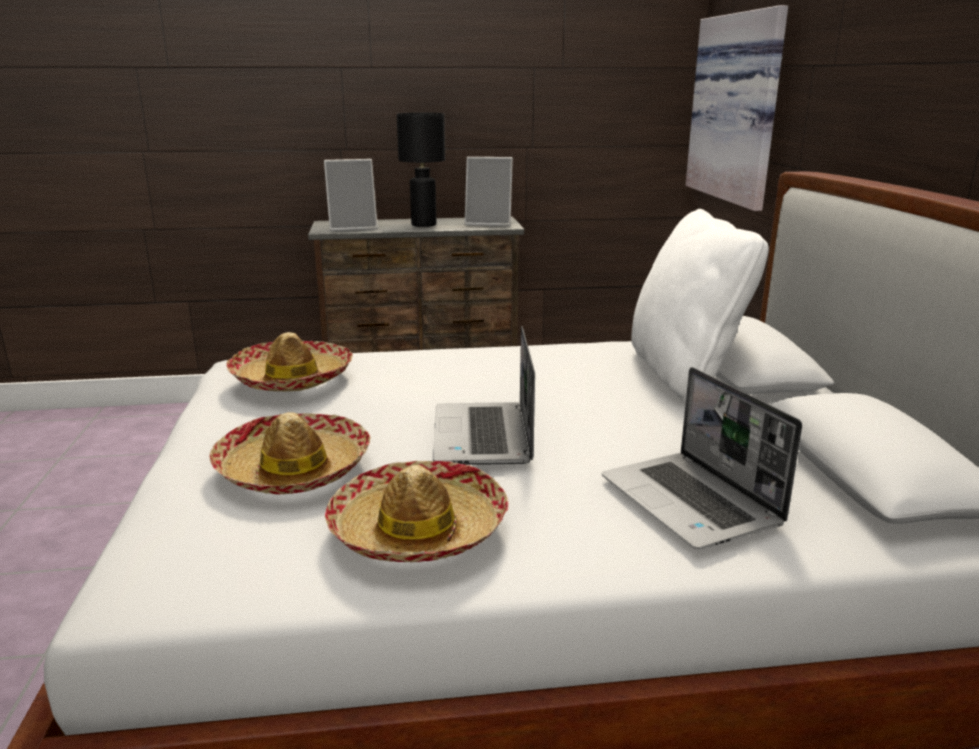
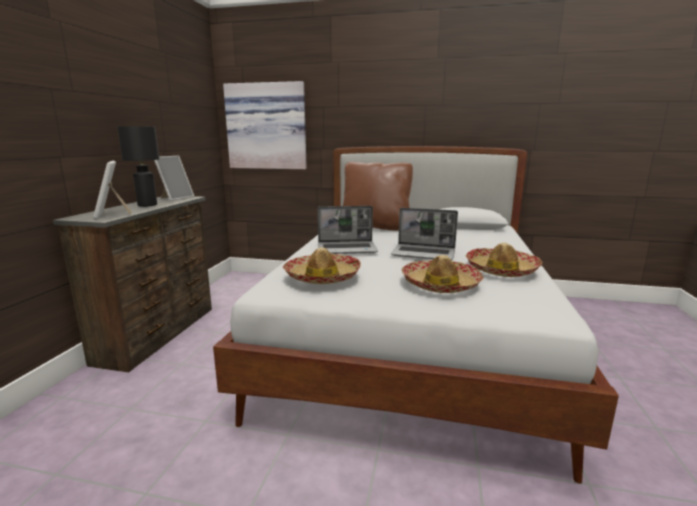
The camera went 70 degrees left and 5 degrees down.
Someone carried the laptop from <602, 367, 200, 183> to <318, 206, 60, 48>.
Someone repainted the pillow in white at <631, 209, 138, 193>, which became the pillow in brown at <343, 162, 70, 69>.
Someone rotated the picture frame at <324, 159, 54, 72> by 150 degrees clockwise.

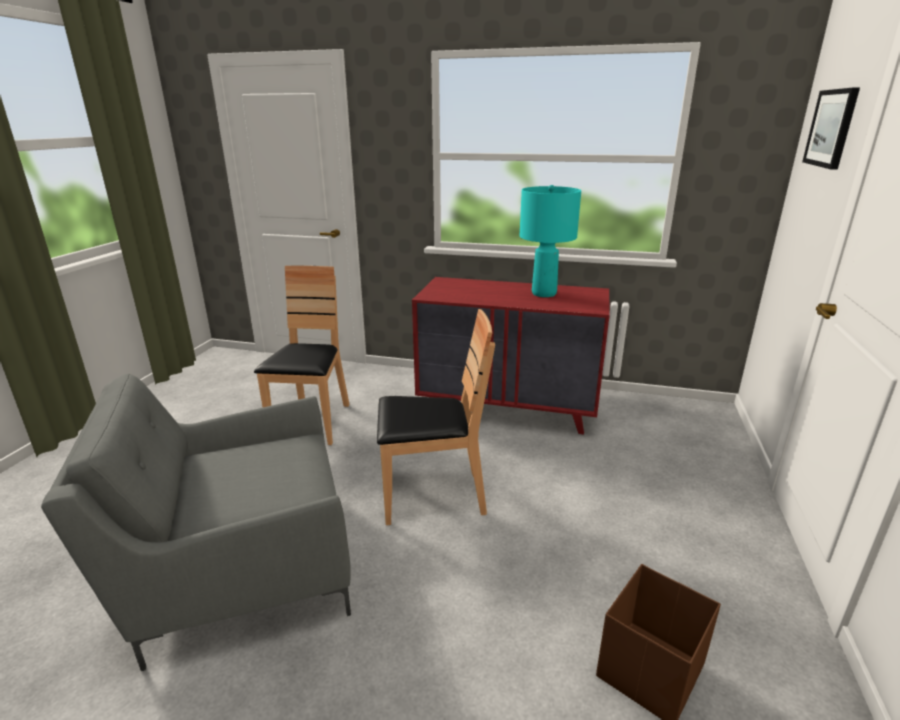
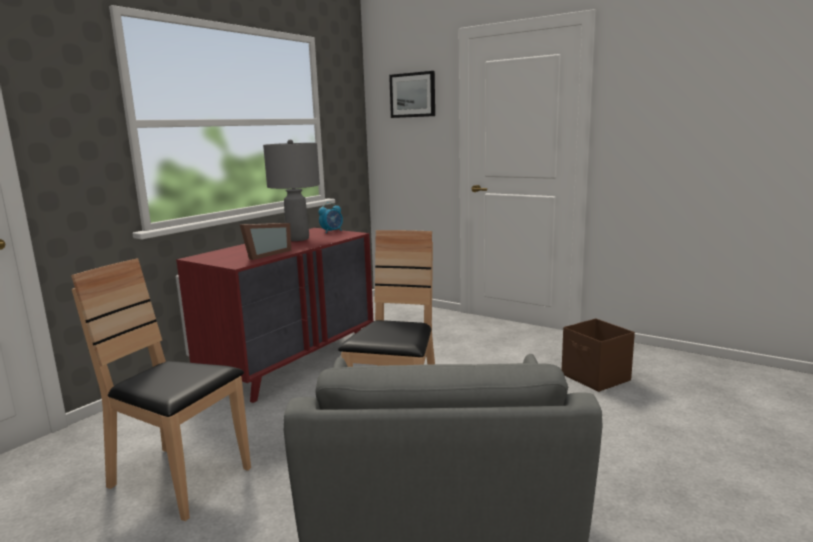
The camera went 70 degrees left and 10 degrees down.
Someone put down the picture frame at <240, 223, 51, 37>.
Someone put down the alarm clock at <319, 202, 24, 31>.
Someone repainted the table lamp in turquoise at <519, 185, 62, 112>, which became the table lamp in grey at <263, 139, 57, 102>.

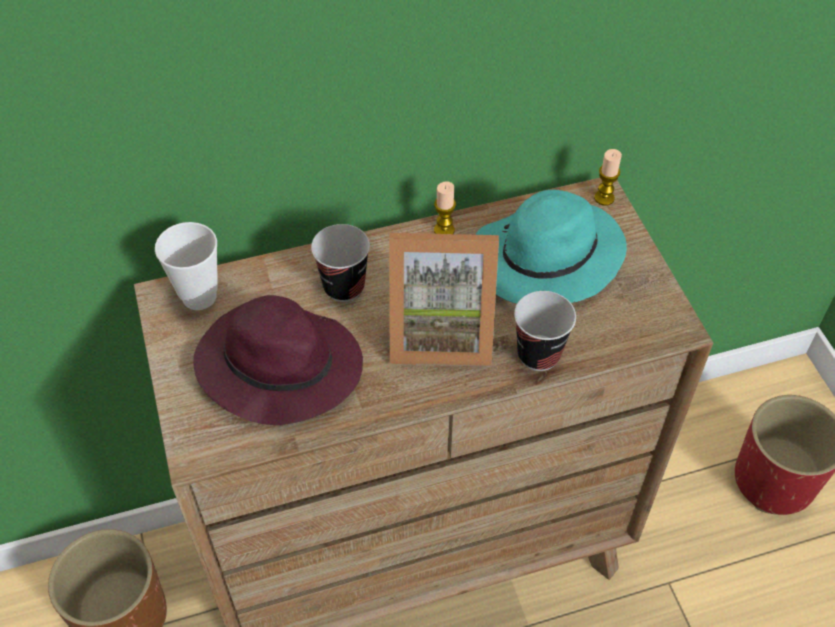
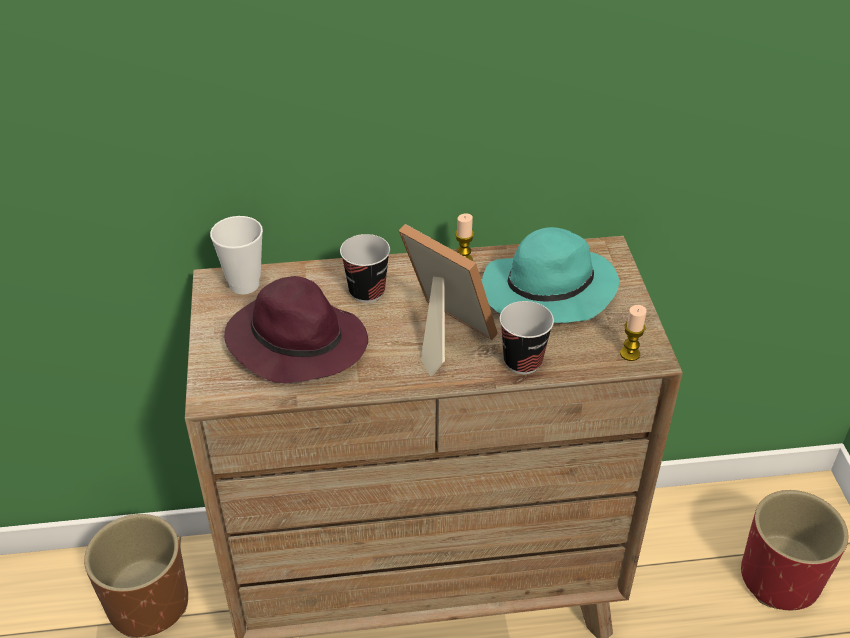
The camera went 10 degrees right and 10 degrees down.
Someone carried the candle from <594, 149, 28, 57> to <620, 305, 27, 56>.
Someone rotated the picture frame at <389, 233, 110, 133> by 150 degrees counterclockwise.

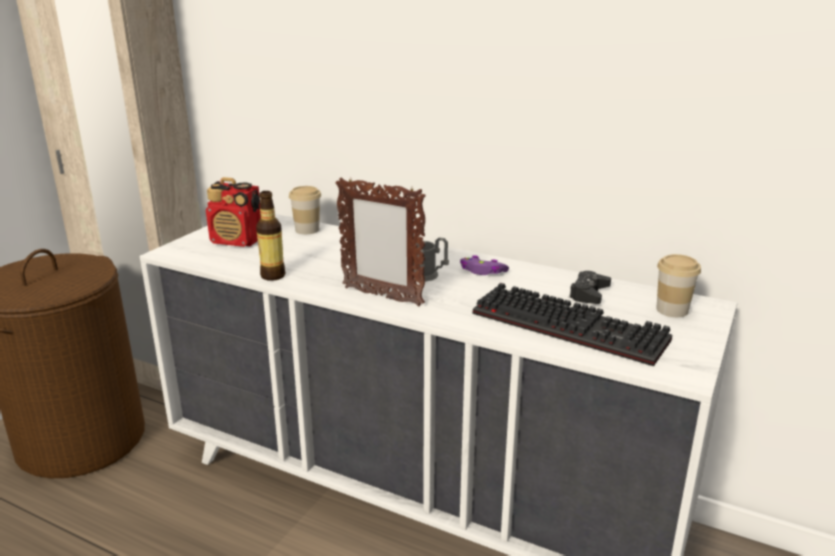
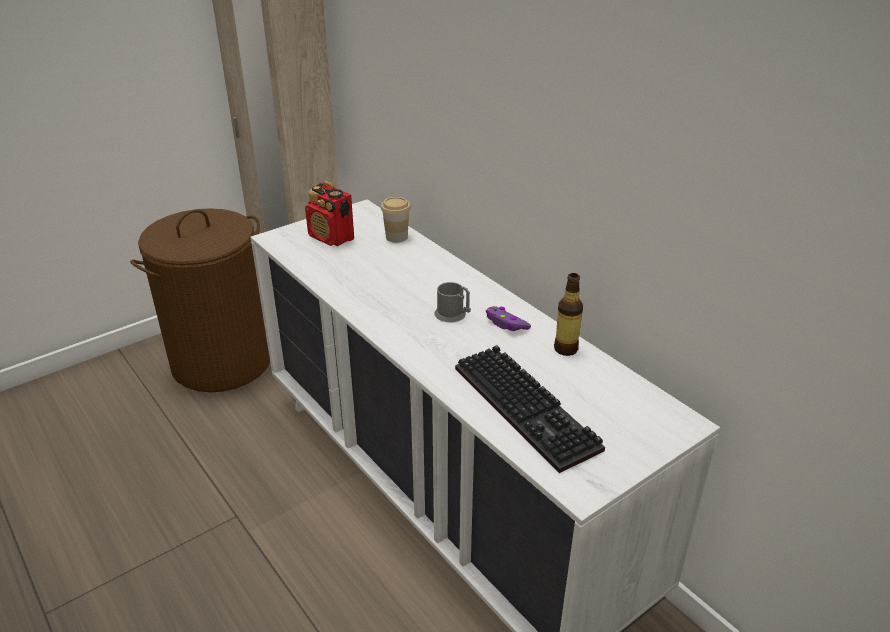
The camera went 25 degrees right and 10 degrees up.
Someone took away the picture frame at <335, 177, 91, 130>.
Someone took away the game controller in black at <569, 271, 42, 33>.
Someone took away the cup at <656, 254, 45, 63>.
Someone carried the bottle from <256, 191, 30, 90> to <554, 273, 29, 83>.

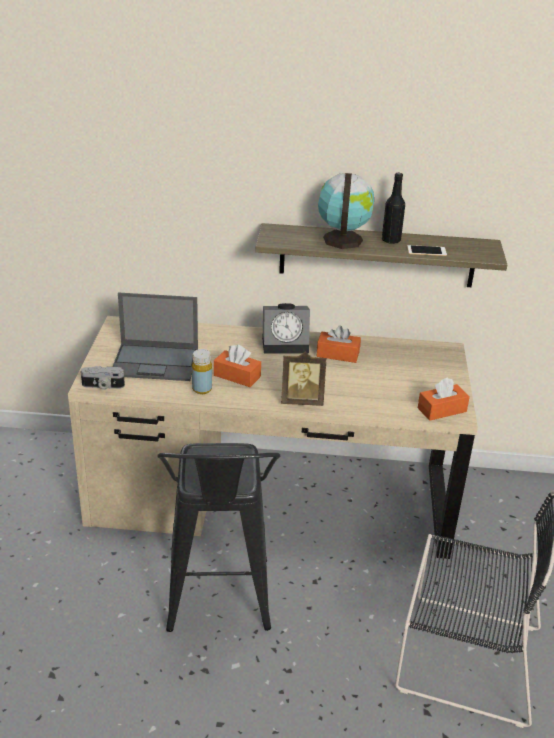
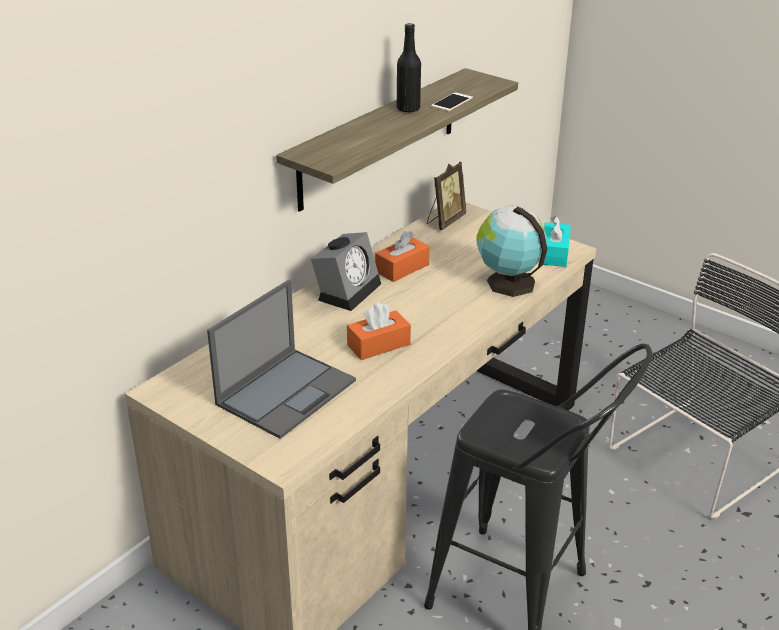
The camera went 55 degrees left and 0 degrees up.
Someone took away the photo camera at <81, 366, 44, 24>.
Someone took away the bottle in yellow at <192, 349, 20, 45>.
Someone carried the picture frame from <281, 351, 46, 55> to <427, 162, 39, 68>.
Someone carried the globe from <318, 173, 56, 76> to <477, 206, 71, 91>.
Someone repainted the tissue box in orange at <418, 377, 52, 44>, which became the tissue box in turquoise at <543, 216, 28, 51>.

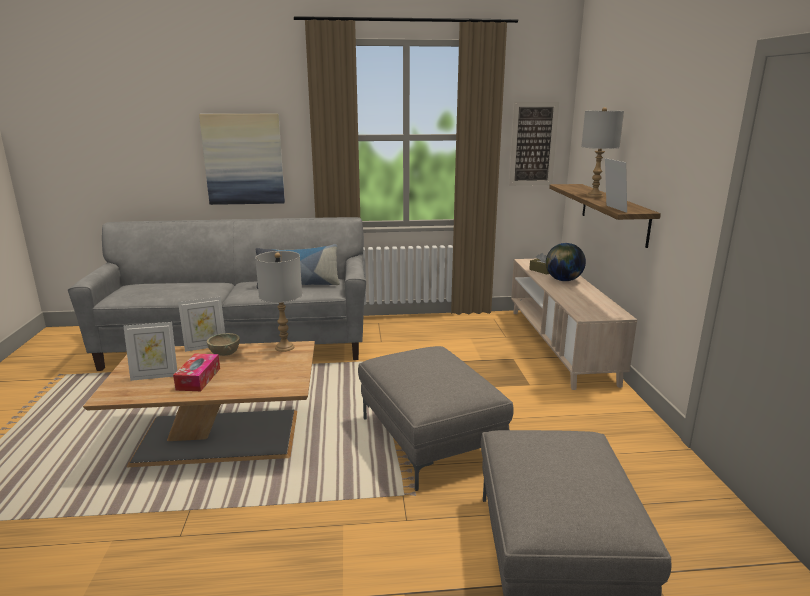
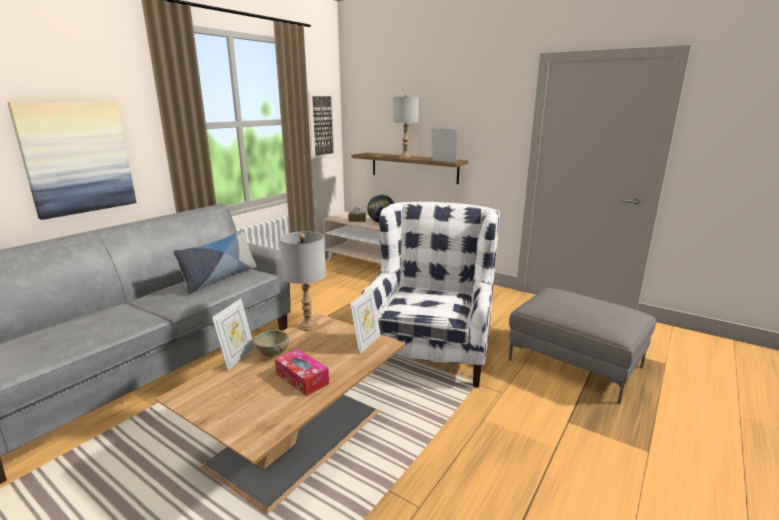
The camera went 50 degrees left and 0 degrees up.
Someone carried the picture frame from <123, 322, 54, 59> to <350, 287, 30, 68>.
Someone swapped the ottoman in grey at <358, 346, 156, 145> for the armchair in white at <362, 202, 138, 186>.

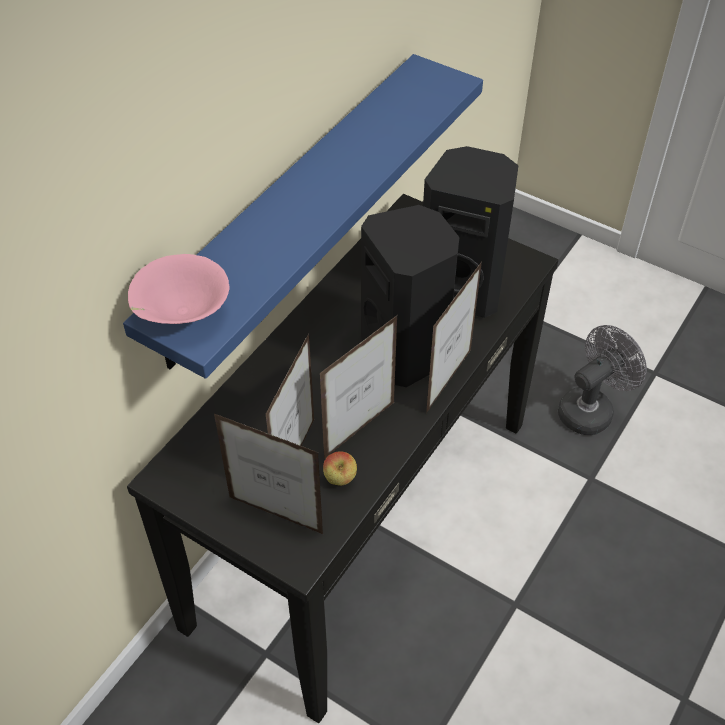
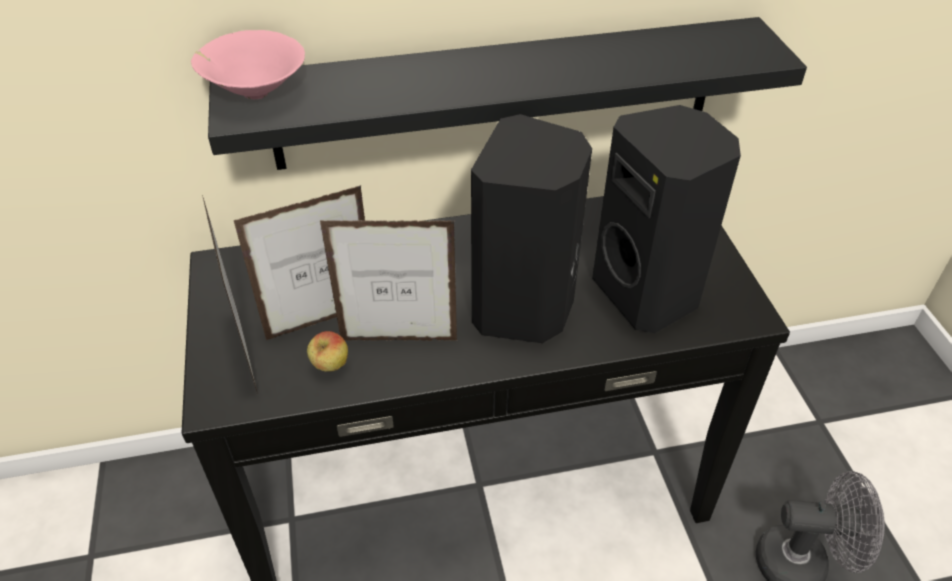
The camera went 45 degrees right and 5 degrees down.
Someone took away the picture frame at <426, 262, 56, 151>.
Someone repainted the shelf in blue at <123, 54, 360, 325>, which became the shelf in black at <208, 17, 599, 153>.

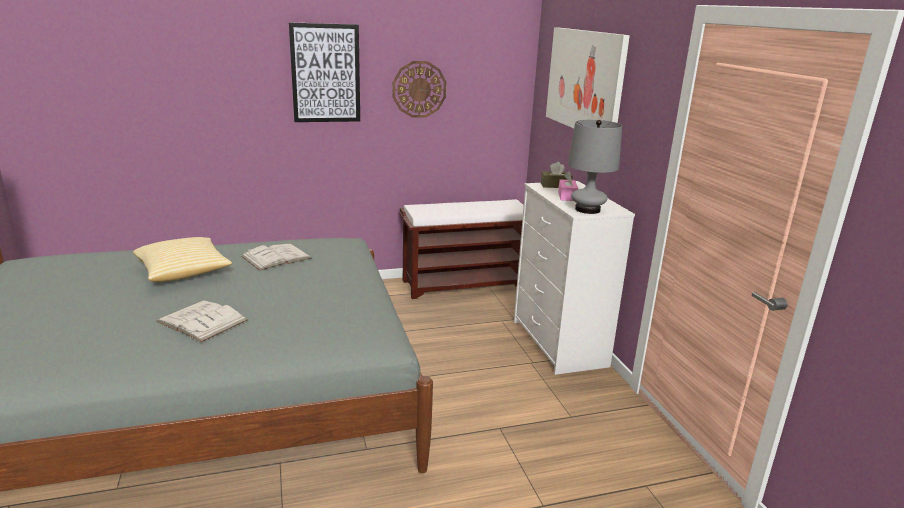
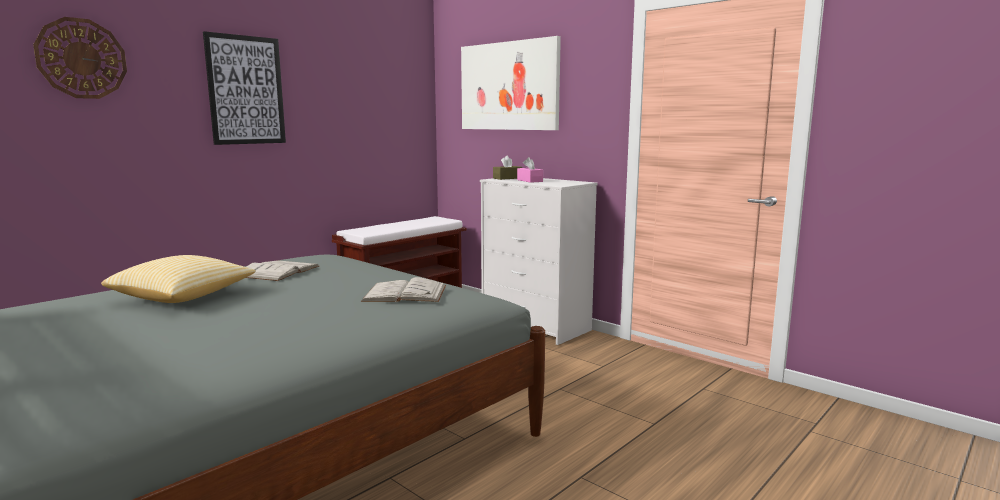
The camera went 30 degrees left and 10 degrees down.
Someone took away the table lamp in grey at <568, 120, 54, 94>.
Someone carried the book in white from <156, 300, 91, 42> to <361, 277, 85, 25>.
Someone carried the wall clock from <393, 61, 54, 57> to <33, 17, 94, 82>.

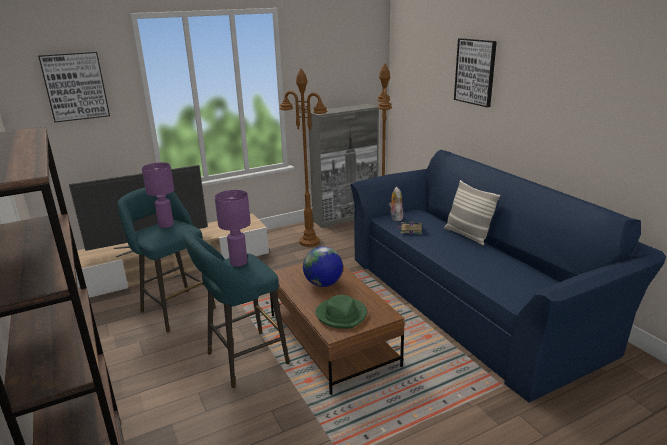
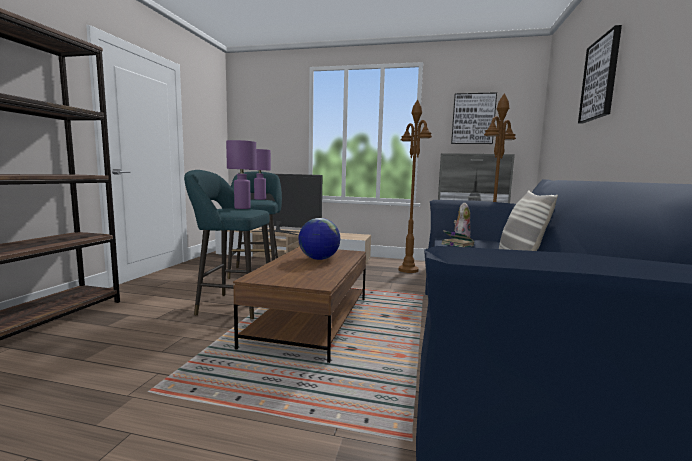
The camera went 40 degrees right and 15 degrees down.
Someone took away the hat in green at <316, 295, 51, 34>.
Someone carried the picture from <38, 51, 72, 71> to <451, 92, 46, 52>.

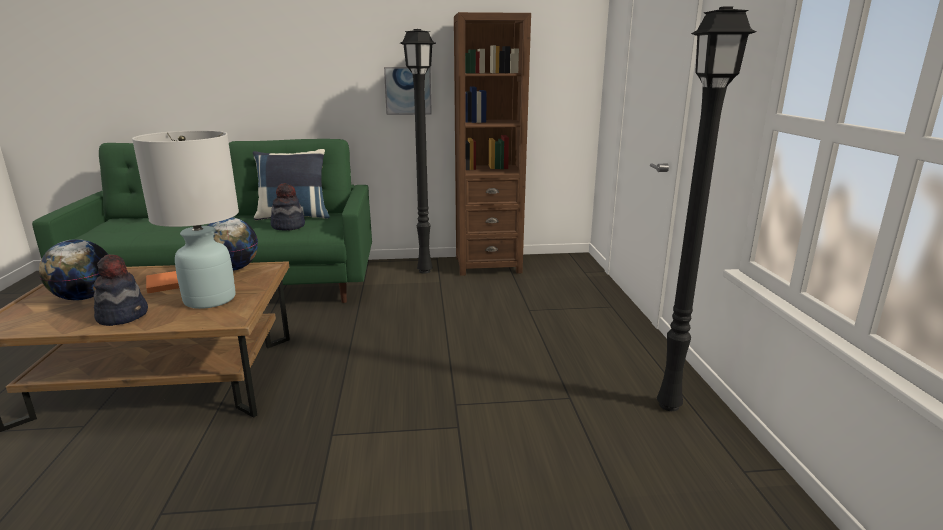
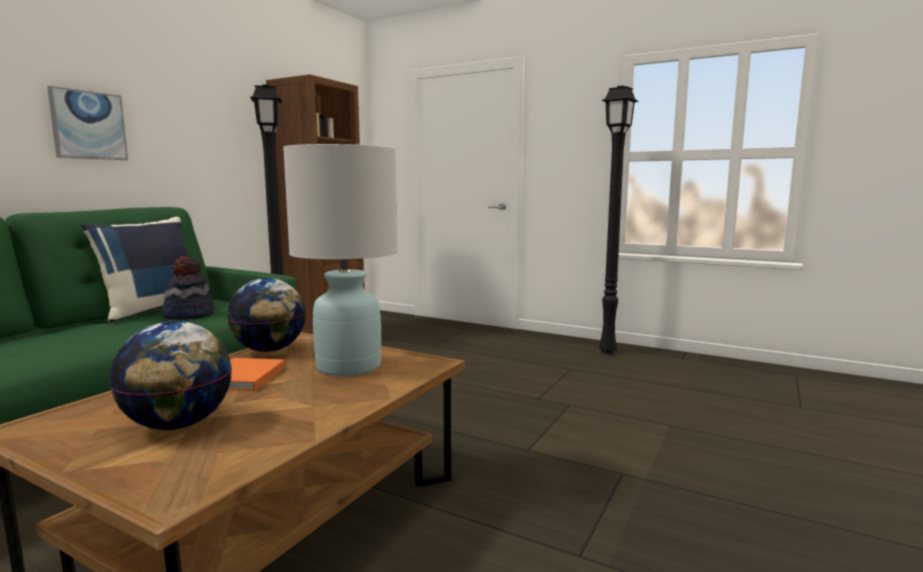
The camera went 55 degrees left and 10 degrees down.
Someone took away the hat at <93, 254, 55, 72>.
Someone carried the picture from <384, 67, 48, 48> to <47, 86, 81, 74>.

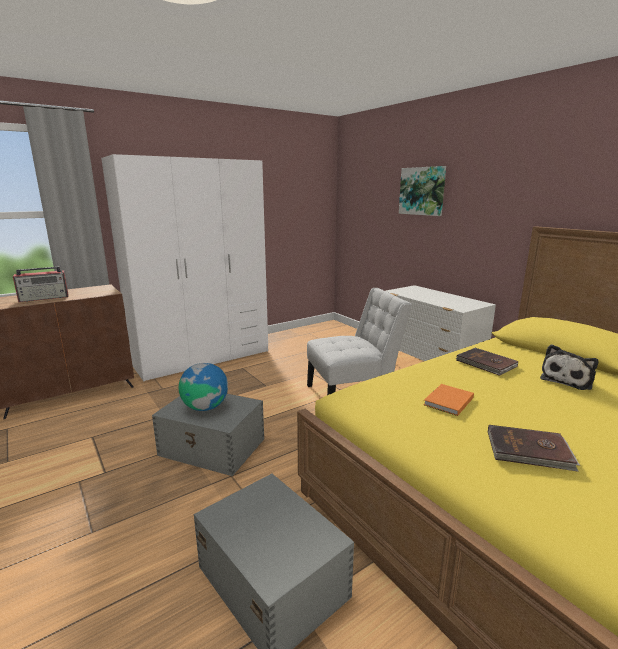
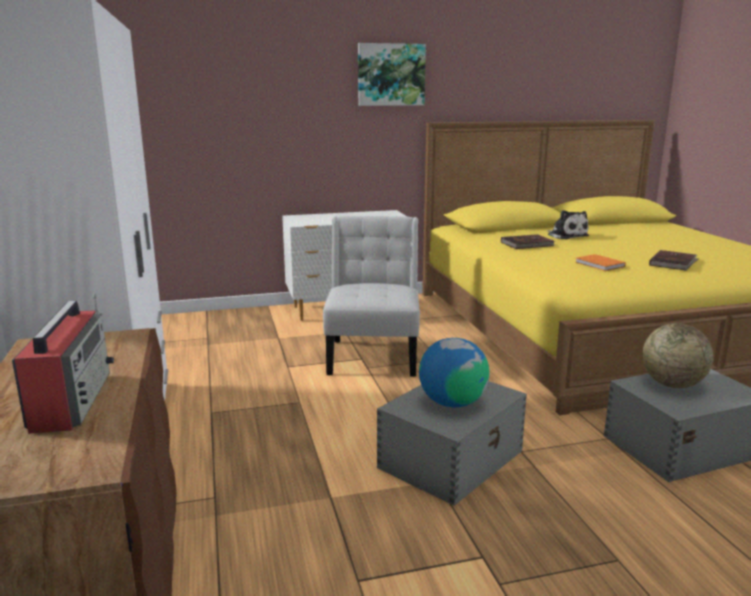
The camera went 70 degrees left and 0 degrees up.
Someone put down the globe at <642, 323, 71, 65>.
Someone carried the picture from <399, 166, 47, 50> to <358, 43, 68, 63>.

